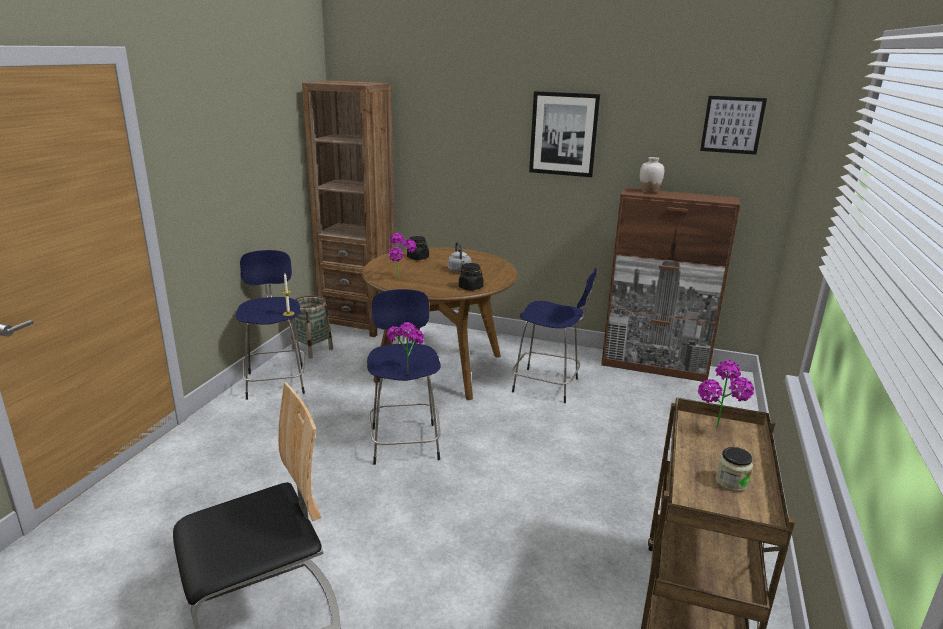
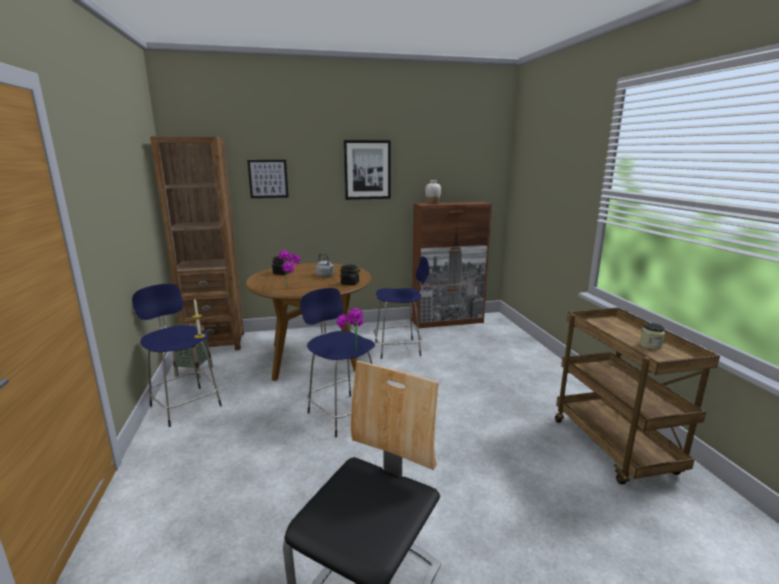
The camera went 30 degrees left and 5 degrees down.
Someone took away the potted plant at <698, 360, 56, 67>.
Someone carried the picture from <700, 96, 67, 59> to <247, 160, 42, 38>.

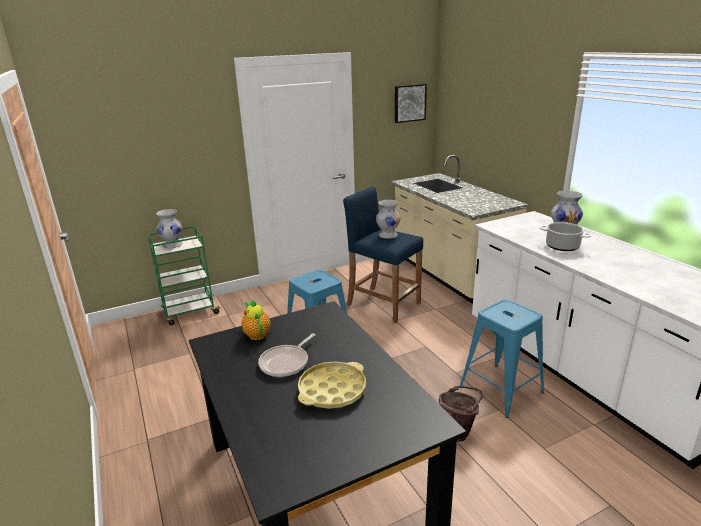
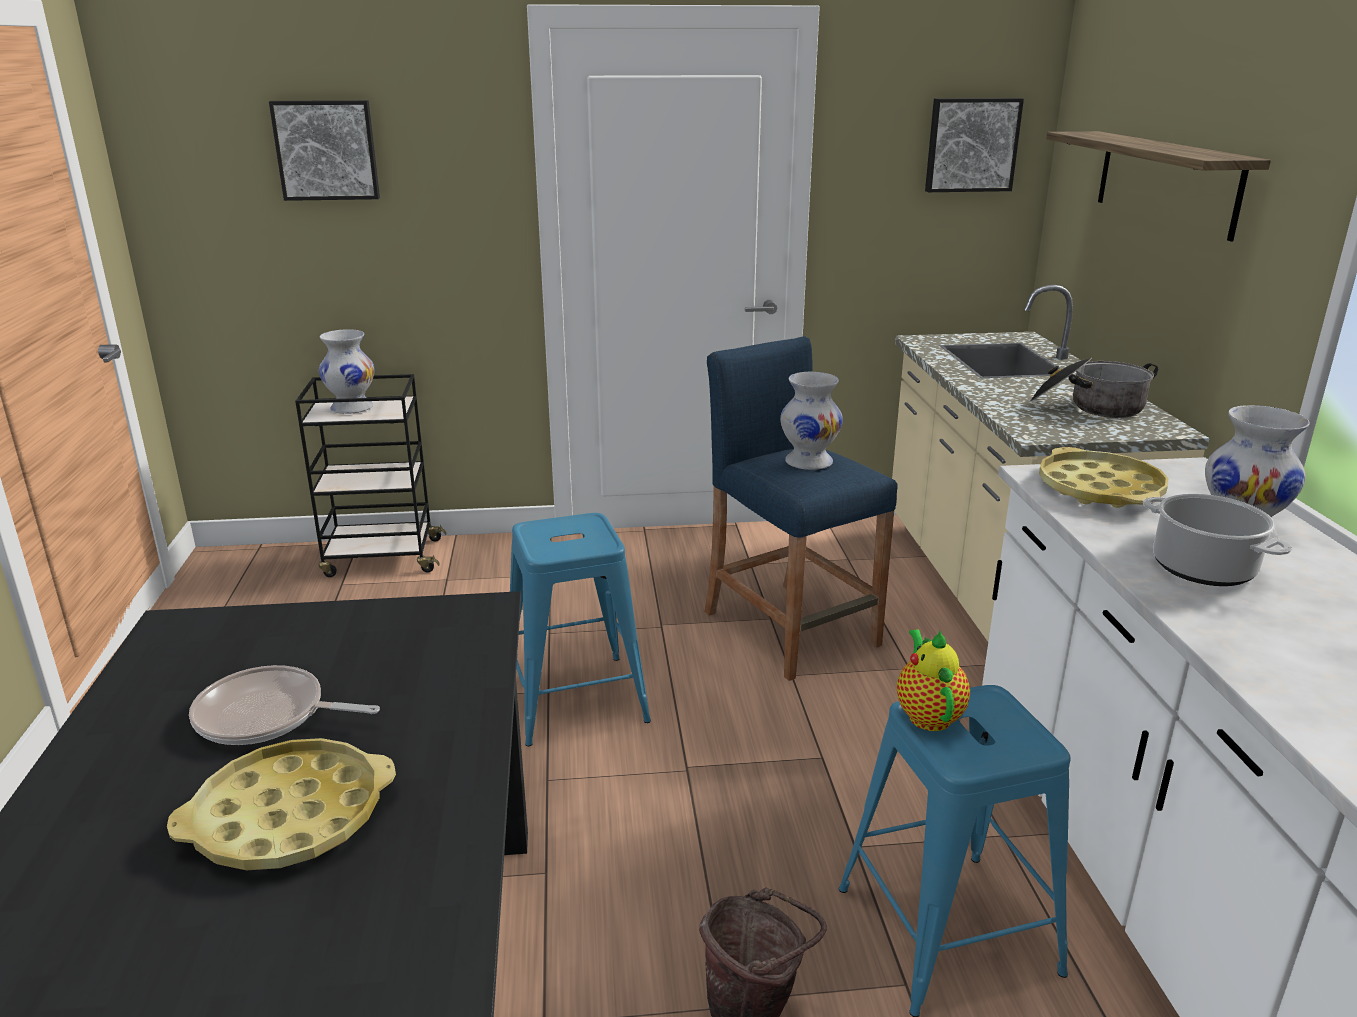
The camera went 20 degrees right and 0 degrees up.
Someone put up the picture at <269, 100, 111, 101>.
Someone put down the cooking pot at <1030, 357, 128, 61>.
Someone put down the tray in yellow at <1039, 447, 129, 61>.
Someone put up the shelf at <1046, 131, 225, 110>.
Someone carried the teapot from <241, 300, 30, 40> to <897, 629, 73, 102>.
Someone repainted the cart in green at <148, 226, 74, 99>, which became the cart in black at <295, 374, 151, 203>.
Someone rotated the frying pan at <258, 333, 57, 44> by 45 degrees clockwise.

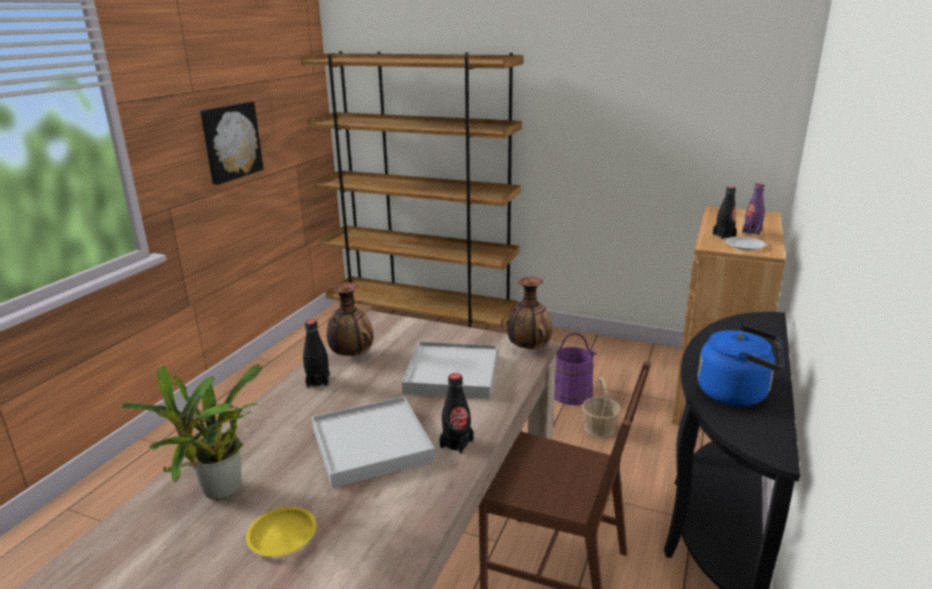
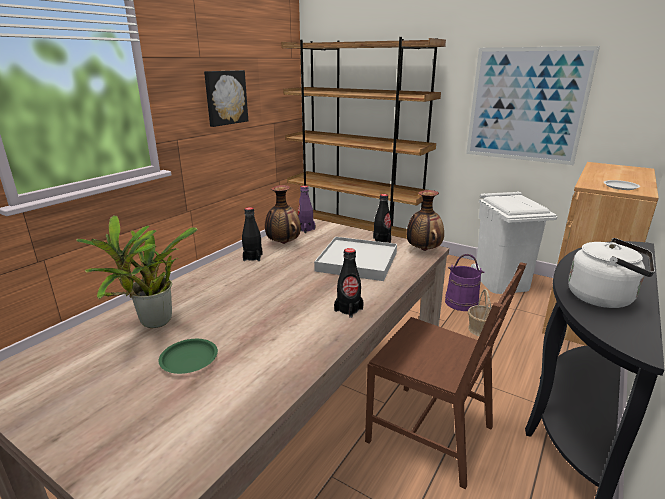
The camera went 10 degrees right and 0 degrees up.
Someone took away the tray in white at <312, 396, 123, 92>.
Someone put up the picture at <466, 46, 134, 119>.
Someone put down the trash can in white at <471, 191, 86, 103>.
Someone carried the bottle in black from <713, 186, 24, 53> to <373, 194, 18, 49>.
Someone carried the bottle in purple from <742, 183, 23, 52> to <298, 186, 17, 47>.
Someone repainted the plate in yellow at <246, 507, 71, 50>, which became the plate in green at <159, 339, 59, 35>.
Someone repainted the kettle in blue at <698, 325, 86, 81>, which became the kettle in white at <568, 238, 87, 70>.

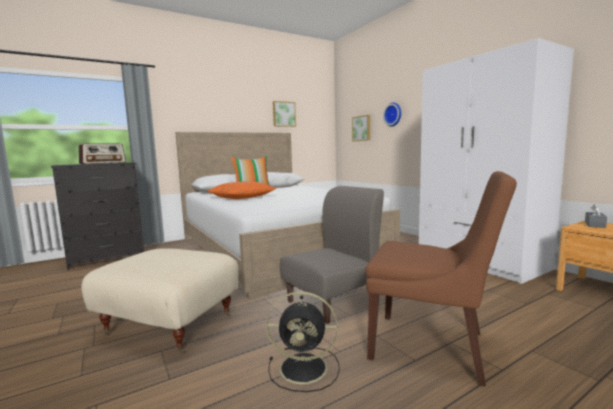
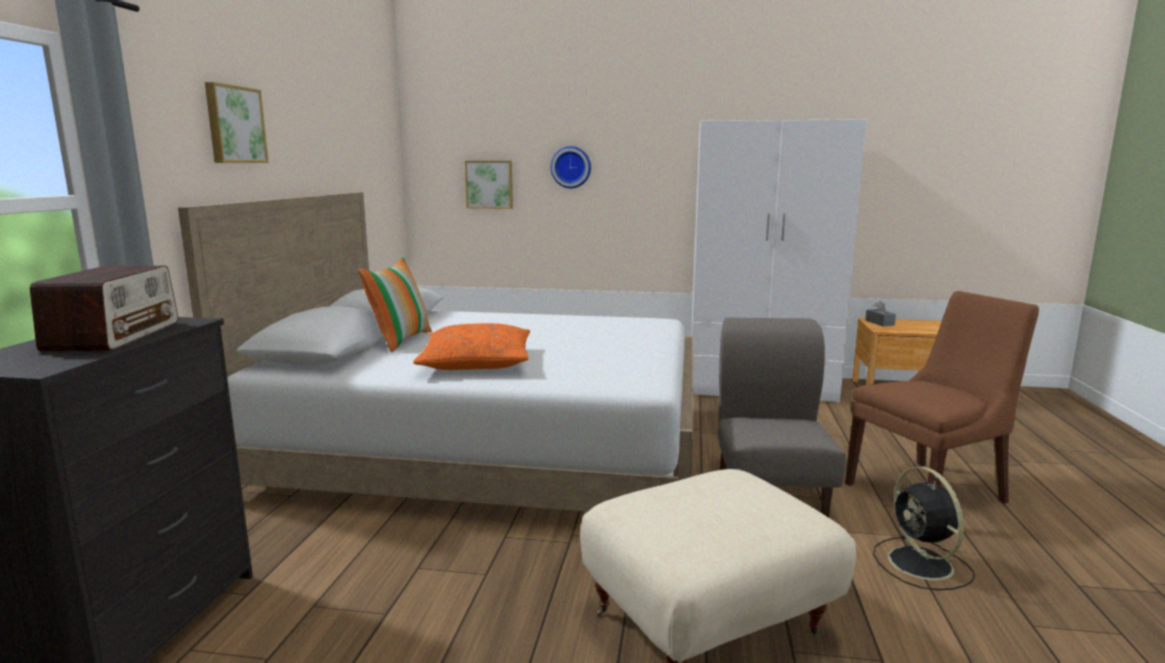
The camera went 50 degrees left and 5 degrees up.
Someone carried the picture from <273, 101, 23, 26> to <205, 82, 64, 81>.
Someone rotated the fan in black at <266, 292, 74, 100> by 120 degrees clockwise.

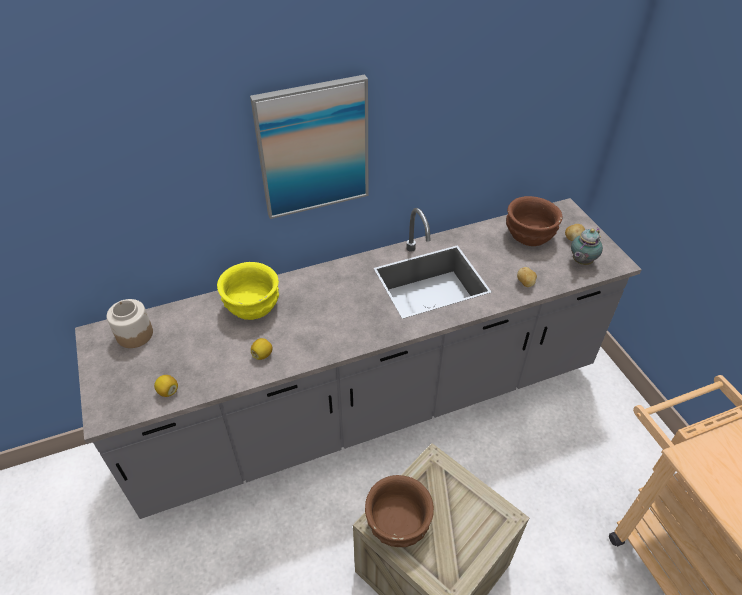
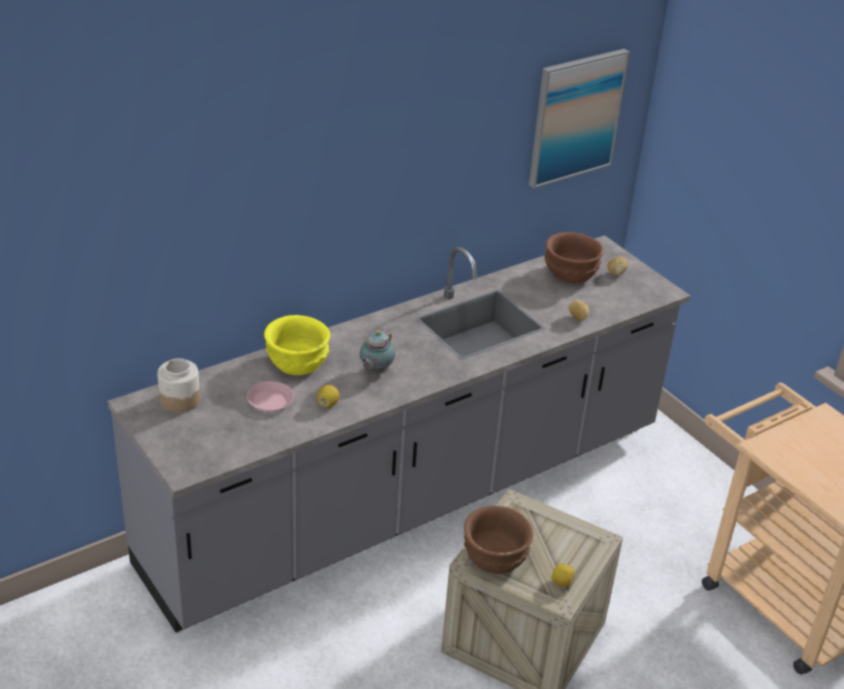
The camera went 15 degrees left and 10 degrees down.
Someone put down the plate in pink at <247, 381, 47, 31>.
Someone carried the lemon from <154, 375, 24, 22> to <551, 564, 24, 23>.
Someone carried the picture from <250, 75, 118, 144> to <529, 49, 101, 139>.
Someone carried the teapot from <571, 228, 32, 37> to <360, 330, 35, 44>.

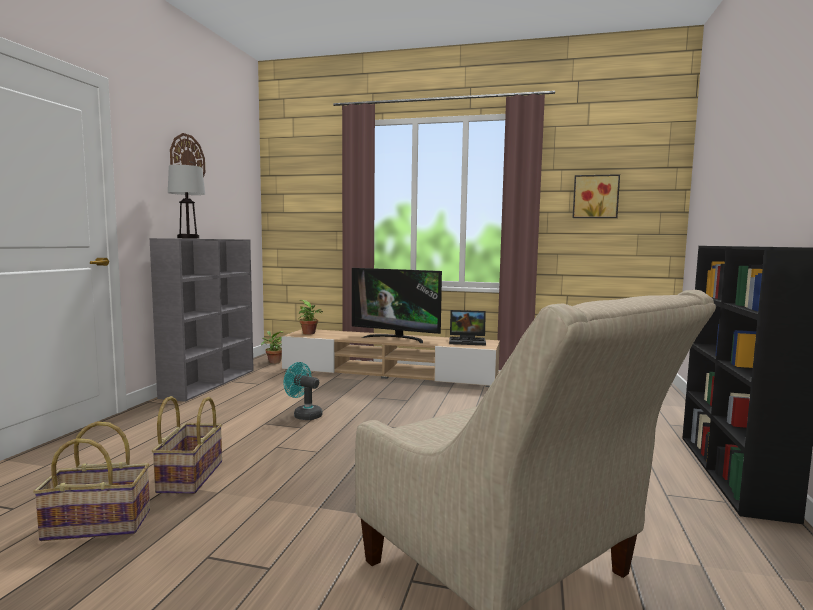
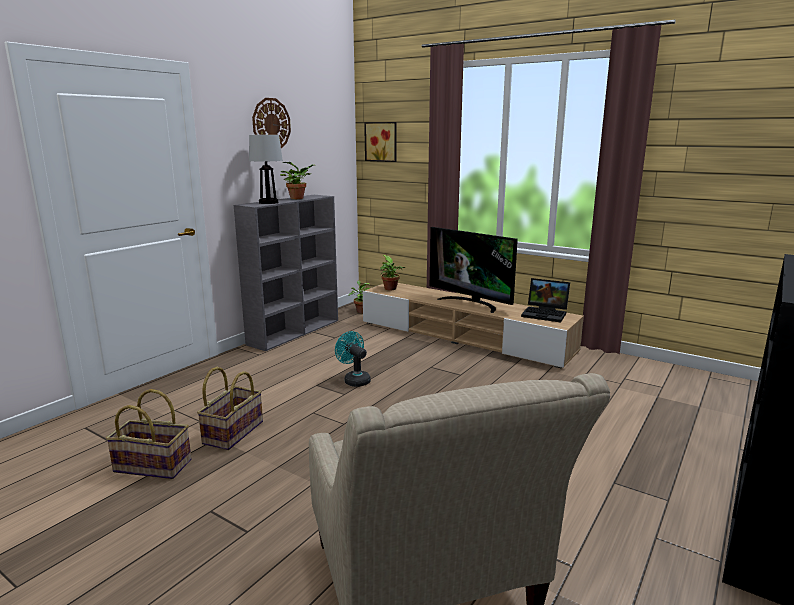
The camera went 20 degrees right and 10 degrees up.
Someone put down the potted plant at <280, 162, 36, 37>.
Someone carried the picture from <572, 174, 48, 44> to <364, 122, 33, 40>.

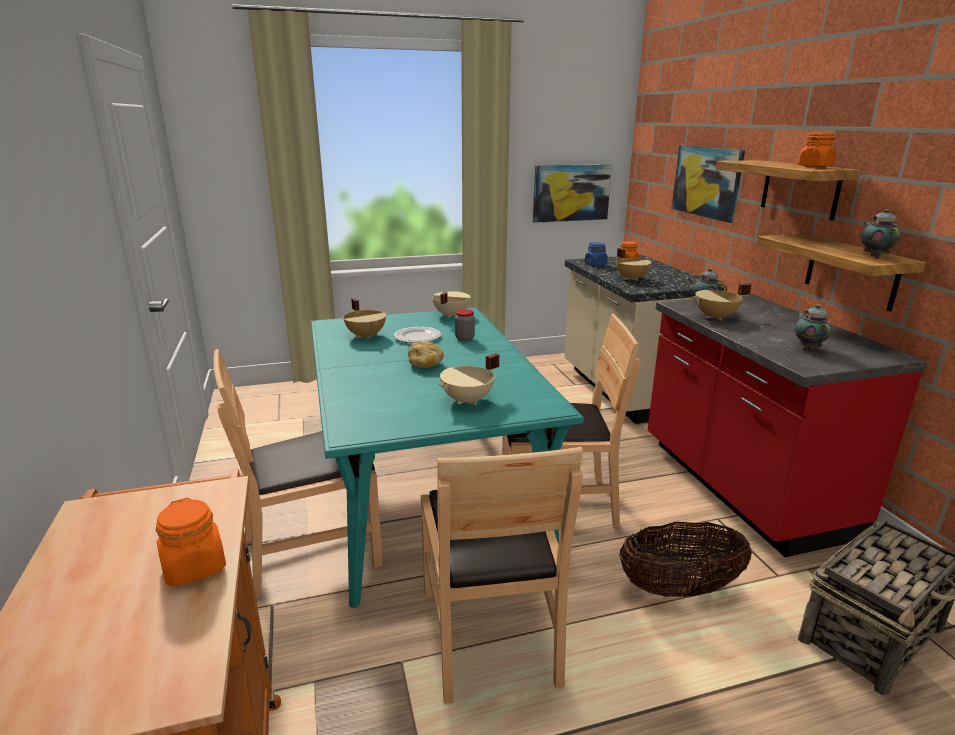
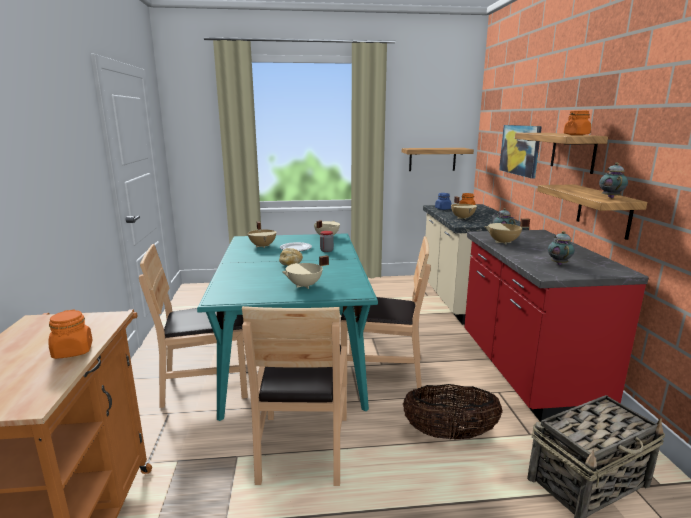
The camera went 10 degrees right and 5 degrees down.
Someone swapped the picture at <533, 164, 79, 59> for the shelf at <402, 148, 72, 23>.

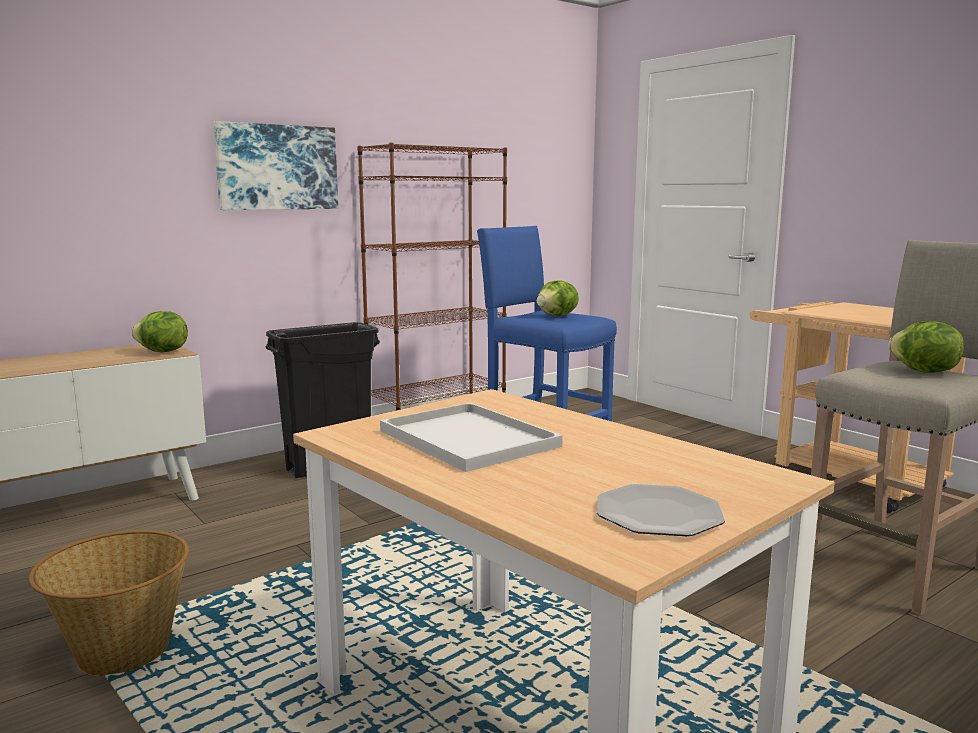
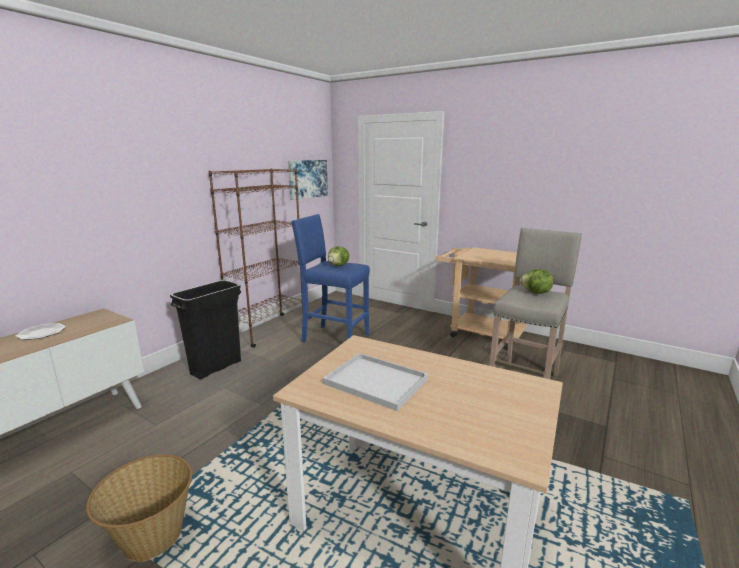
The camera went 20 degrees left and 5 degrees up.
Someone took away the lettuce at <131, 311, 57, 42>.
Someone carried the picture from <213, 121, 125, 89> to <288, 160, 40, 40>.
Someone carried the plate from <597, 484, 128, 52> to <16, 323, 50, 17>.

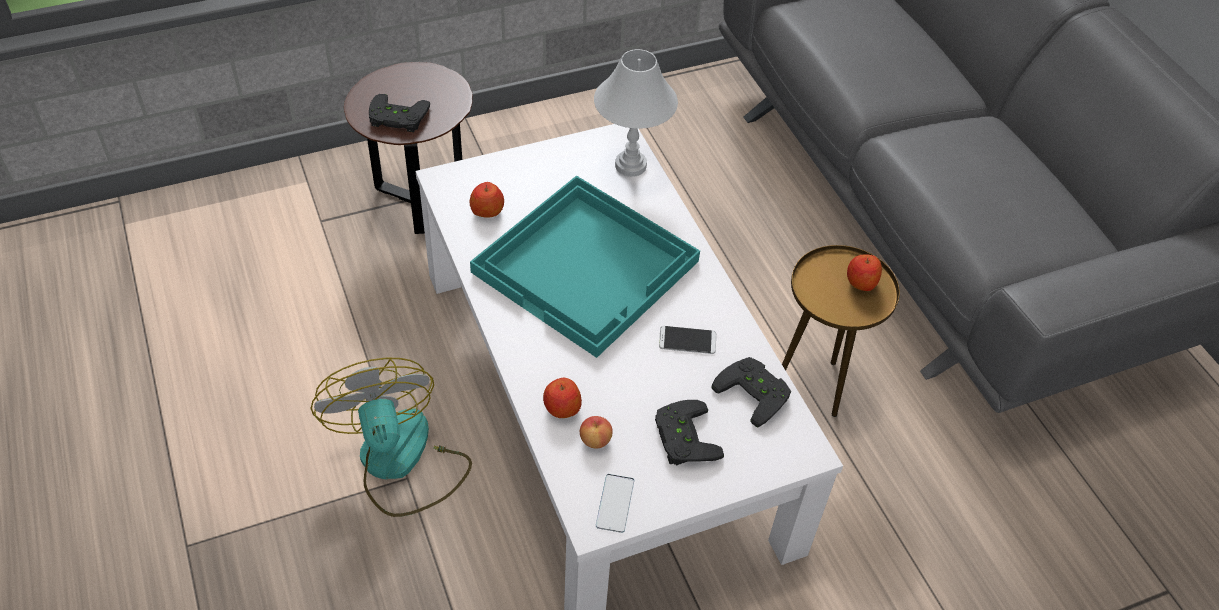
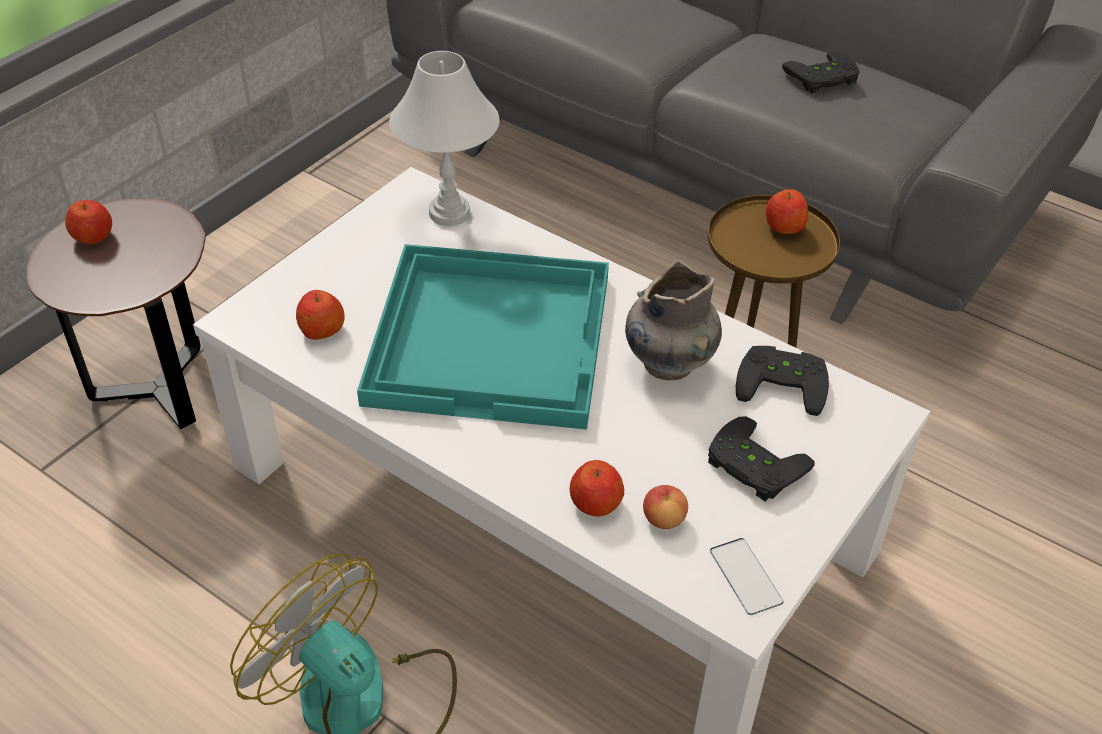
The camera went 30 degrees left and 5 degrees down.
Someone put down the apple at <65, 200, 47, 44>.
Someone carried the game controller in black from <369, 94, 61, 38> to <782, 52, 78, 41>.
Someone swapped the phone at <659, 326, 57, 28> for the vase in grey at <625, 259, 97, 122>.

